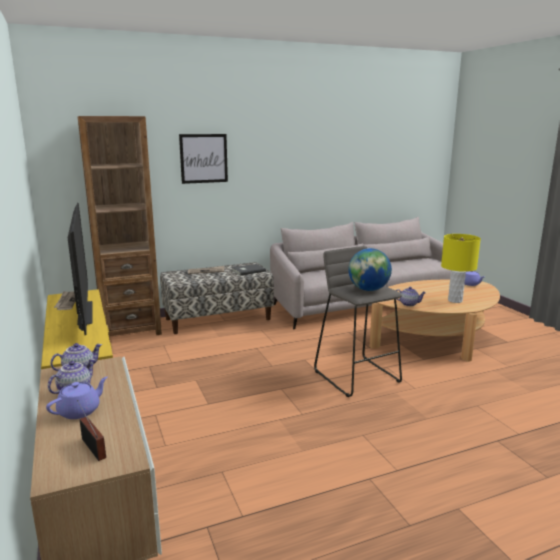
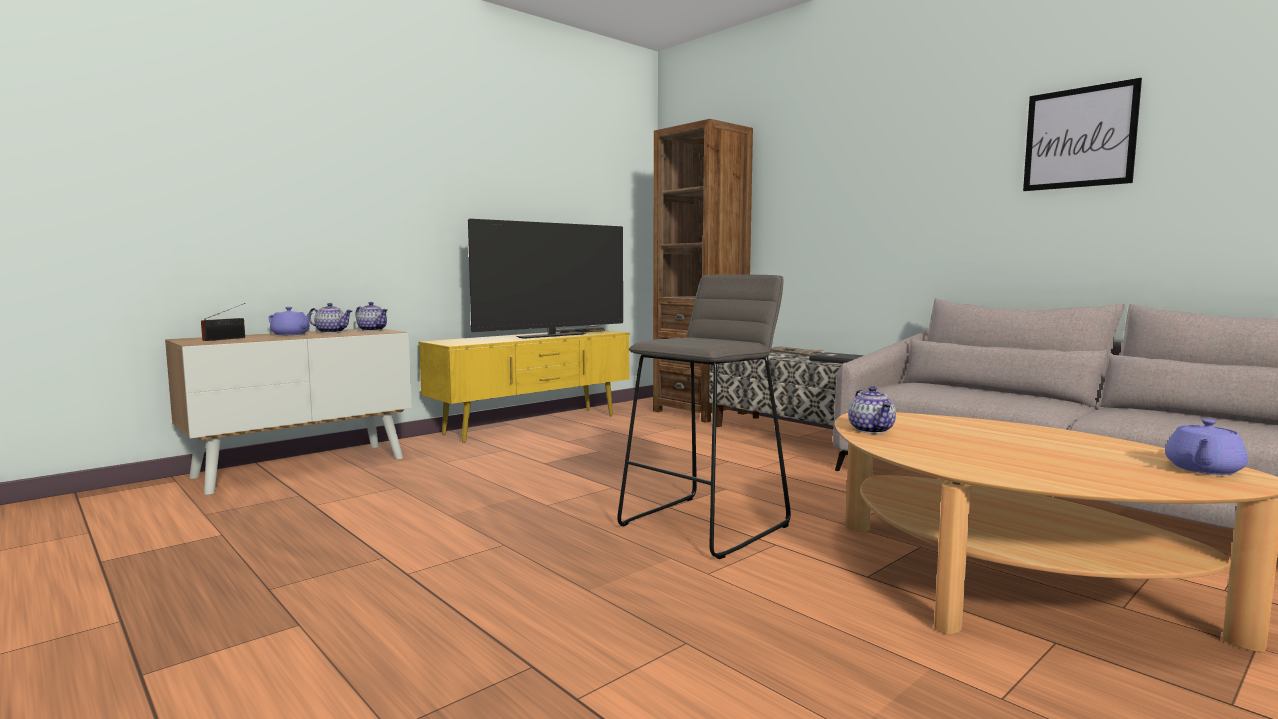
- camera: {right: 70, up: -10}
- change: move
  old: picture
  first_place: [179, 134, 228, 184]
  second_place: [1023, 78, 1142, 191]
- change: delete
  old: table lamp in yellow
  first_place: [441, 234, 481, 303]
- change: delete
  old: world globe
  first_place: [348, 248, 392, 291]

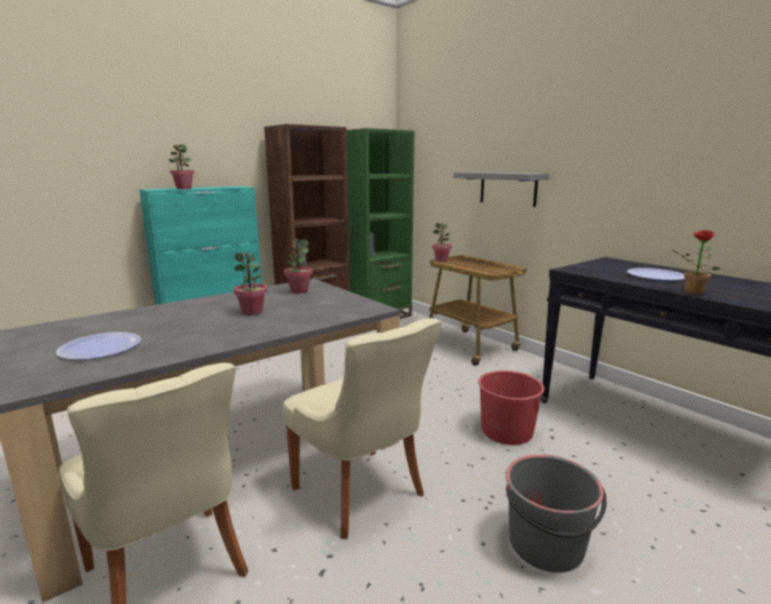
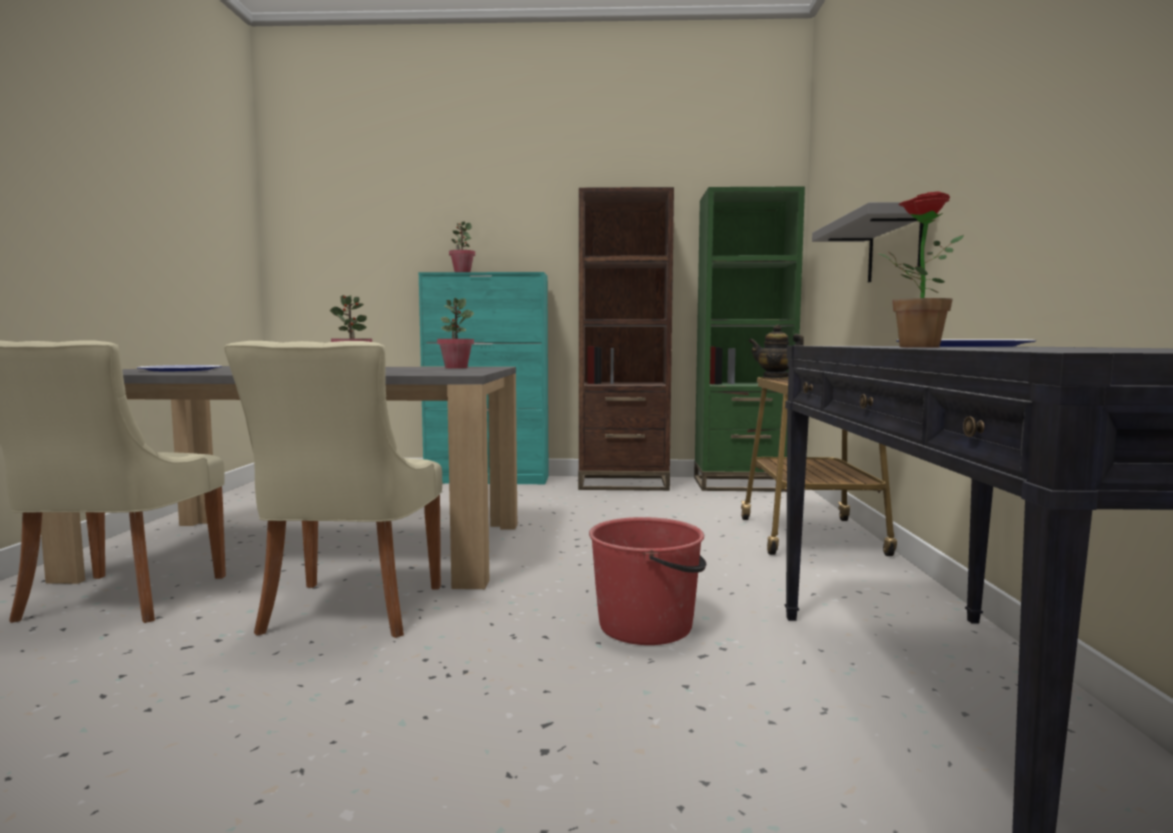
- camera: {right: 40, up: -10}
- change: replace
  old: houseplant
  new: tea pot
  first_place: [432, 223, 452, 262]
  second_place: [748, 325, 804, 378]
- change: delete
  old: bucket in greyish
  first_place: [506, 454, 607, 573]

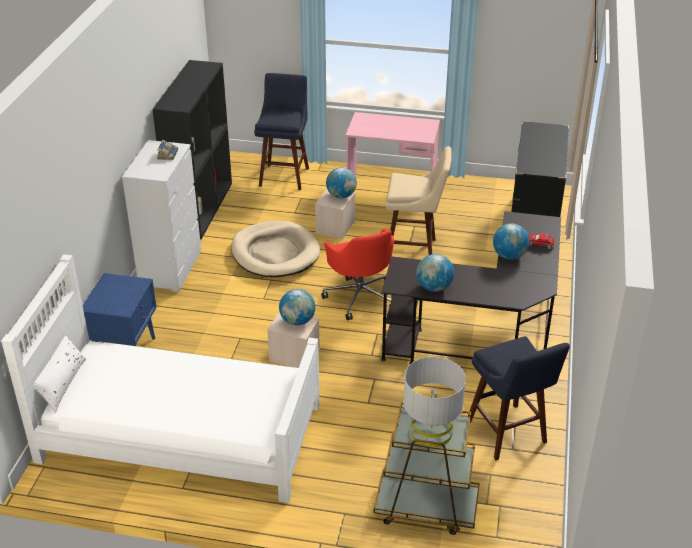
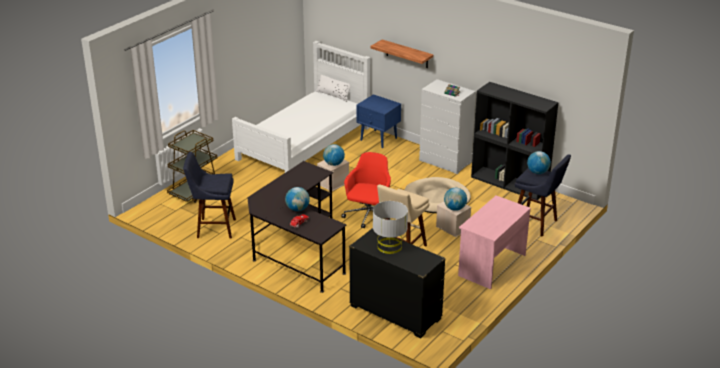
- camera: {right: 115, up: -5}
- change: rotate
  old: desk chair in red
  first_place: [321, 228, 394, 320]
  second_place: [341, 152, 391, 228]
  degrees: 105
- change: move
  old: world globe
  first_place: [417, 254, 454, 292]
  second_place: [527, 151, 551, 174]
- change: move
  old: table lamp in greyish
  first_place: [403, 357, 466, 447]
  second_place: [373, 201, 408, 254]
- change: insert
  new: wall shelf
  second_place: [371, 39, 433, 68]

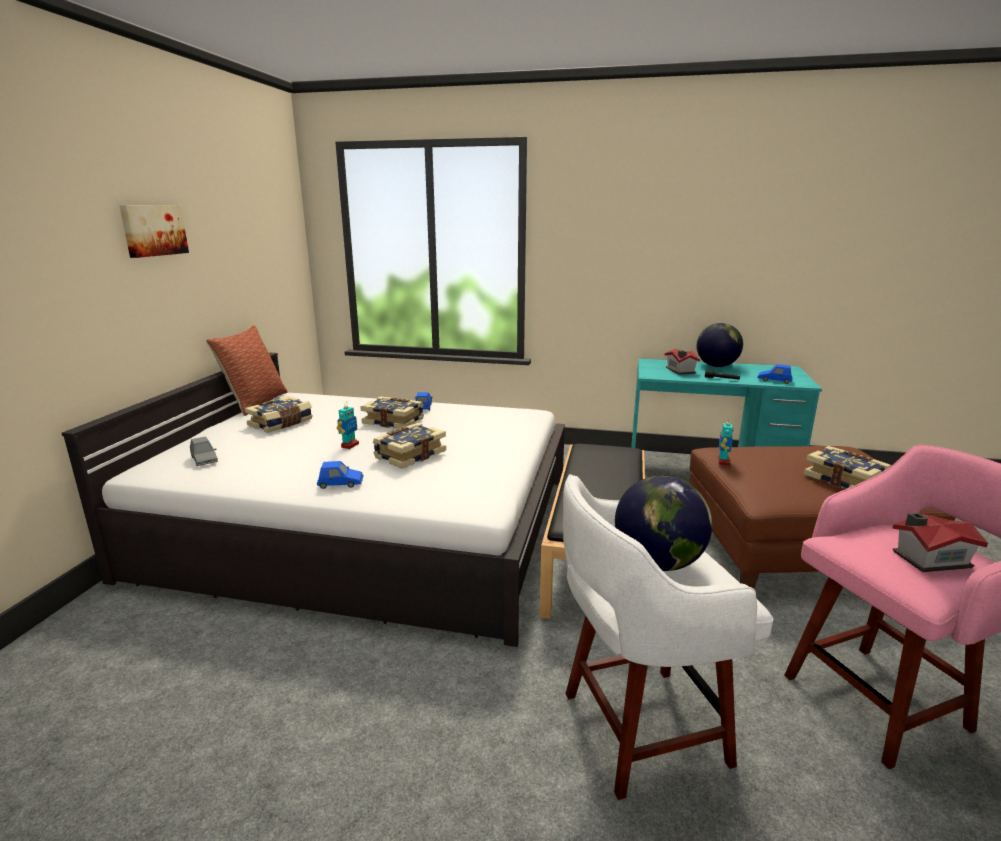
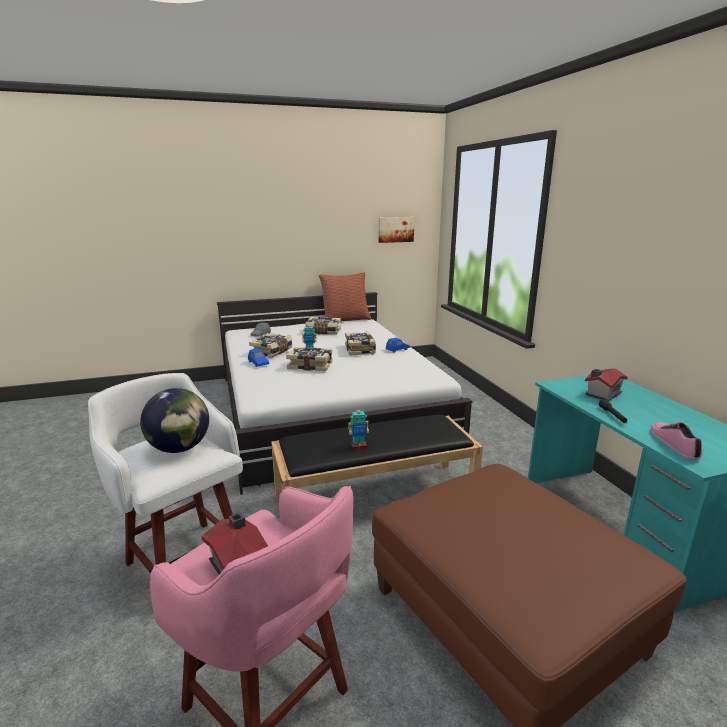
- camera: {right: 60, up: 0}
- change: move
  old: picture
  first_place: [119, 205, 189, 258]
  second_place: [378, 217, 415, 243]
- change: delete
  old: world globe
  first_place: [697, 323, 743, 367]
- change: replace
  old: miniature car in bluish
  new: shoe
  first_place: [757, 364, 793, 384]
  second_place: [651, 422, 702, 461]
- change: move
  old: toy robot
  first_place: [718, 419, 734, 466]
  second_place: [348, 407, 369, 449]
- change: move
  old: bound book
  first_place: [804, 446, 891, 489]
  second_place: [249, 333, 292, 358]

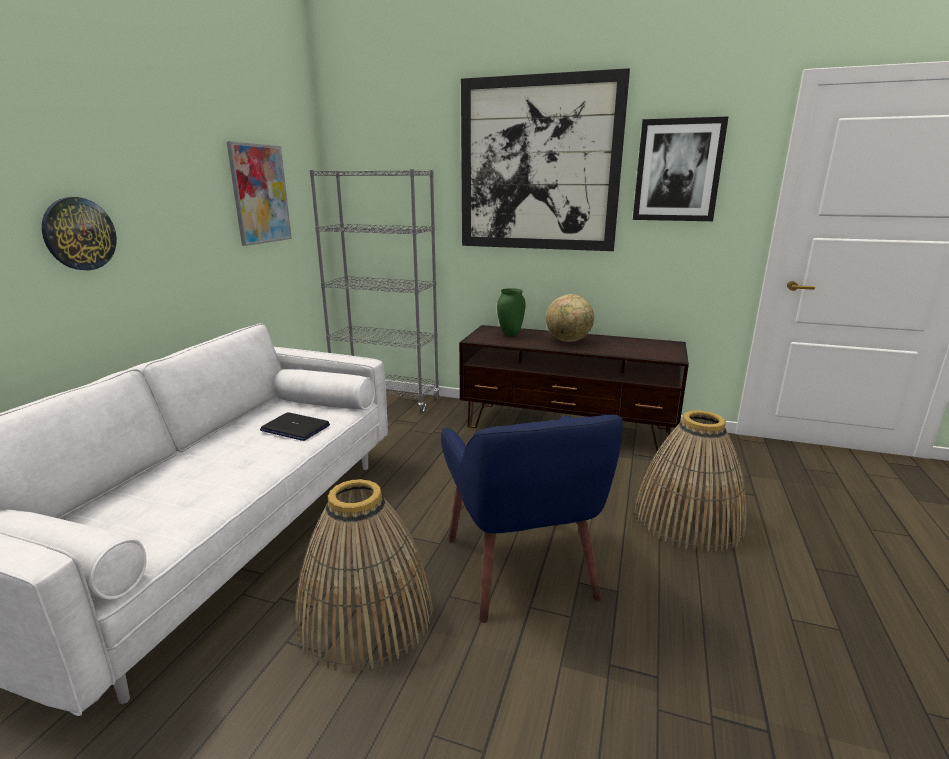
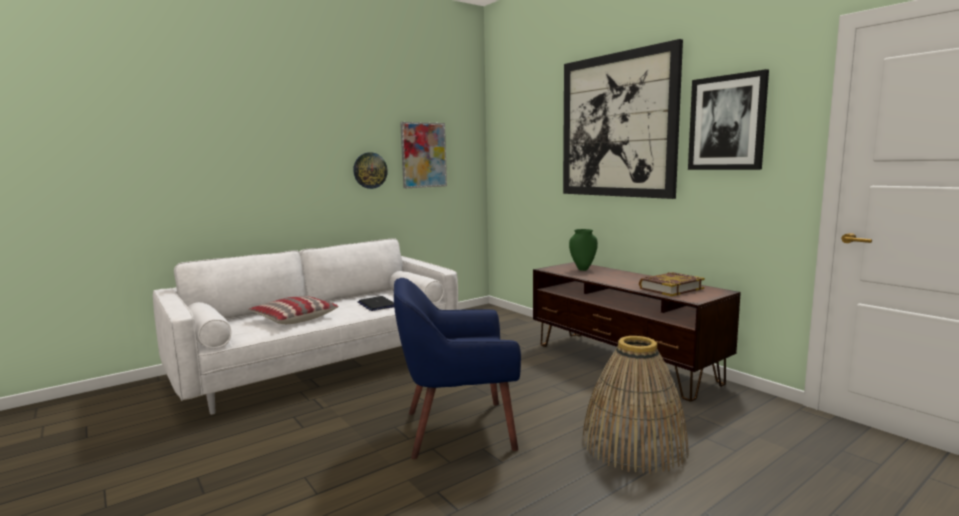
- camera: {right: 35, up: -10}
- change: delete
  old: bookshelf in greyish
  first_place: [310, 169, 440, 413]
- change: move
  old: hanging clock
  first_place: [42, 197, 117, 270]
  second_place: [353, 152, 388, 189]
- change: delete
  old: world globe
  first_place: [546, 294, 594, 342]
- change: rotate
  old: armchair in bluish
  first_place: [441, 415, 623, 623]
  second_place: [394, 278, 521, 459]
  degrees: 60
- change: delete
  old: basket
  first_place: [295, 479, 433, 672]
- change: insert
  new: bound book
  second_place: [639, 272, 705, 296]
- change: insert
  new: throw pillow
  second_place: [248, 296, 339, 324]

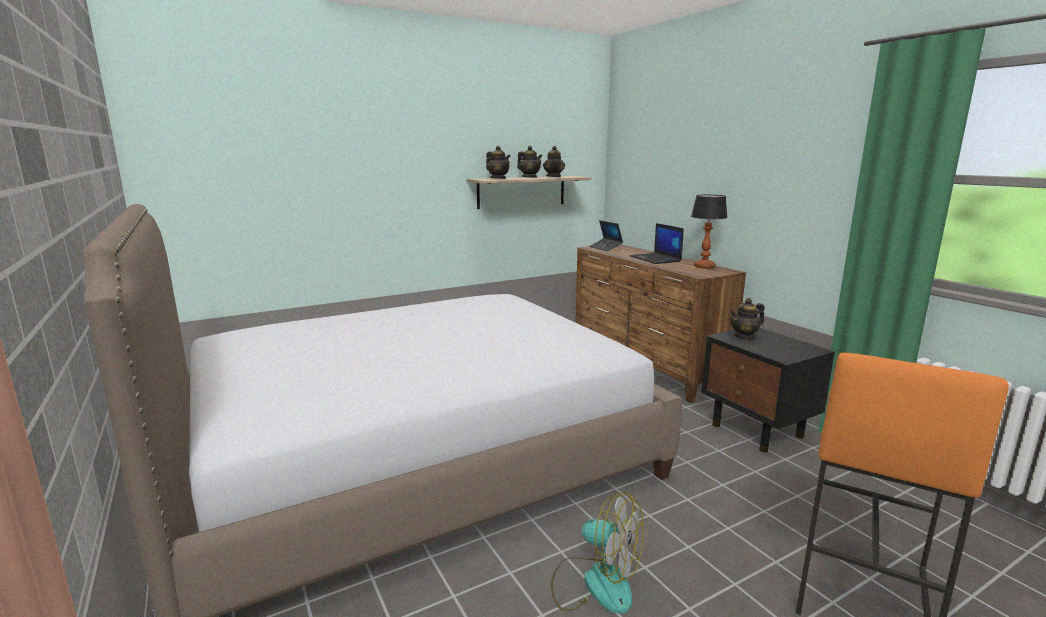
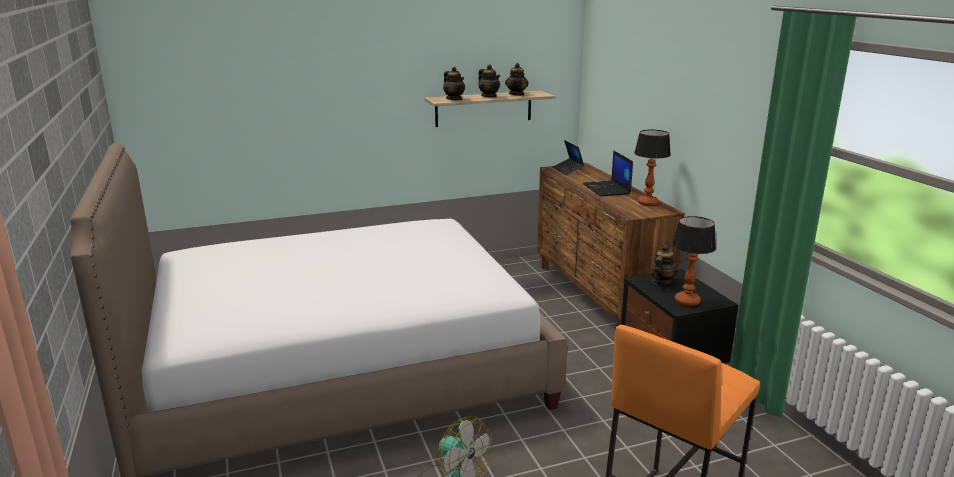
- camera: {right: 10, up: 5}
- change: rotate
  old: tea pot
  first_place: [729, 298, 765, 340]
  second_place: [648, 245, 678, 285]
  degrees: 135
- change: insert
  new: table lamp
  second_place: [672, 216, 716, 306]

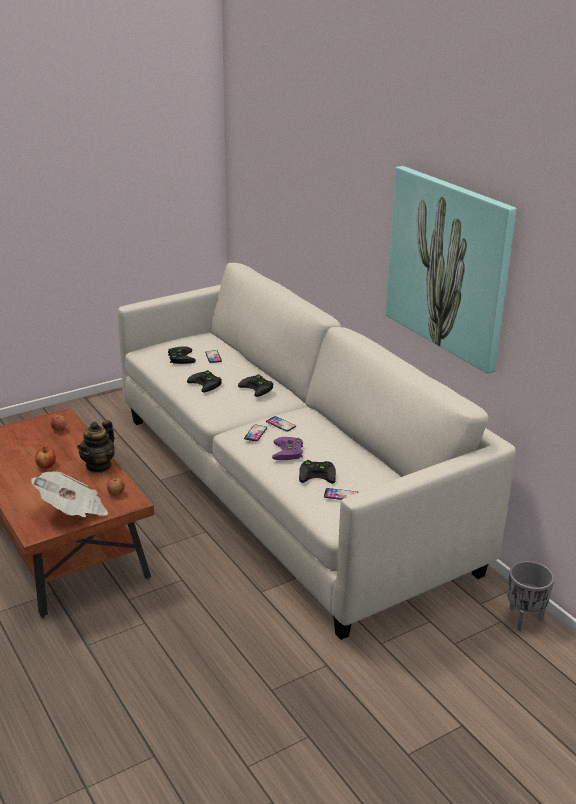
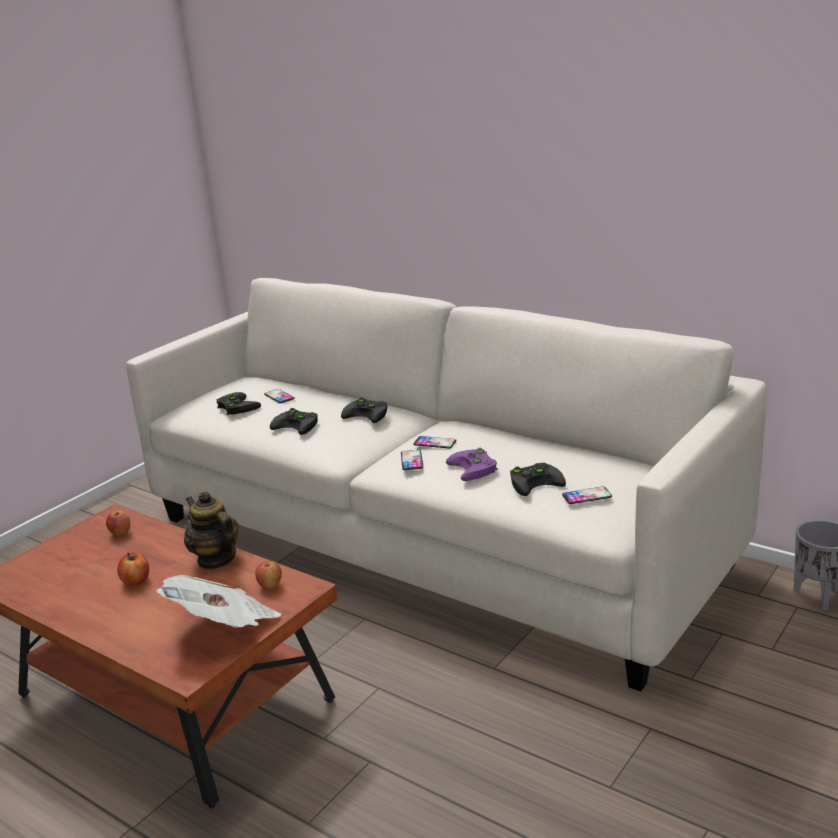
- camera: {right: -20, up: -5}
- change: delete
  old: picture
  first_place: [386, 166, 517, 374]
- change: rotate
  old: tea pot
  first_place: [77, 420, 115, 473]
  second_place: [184, 491, 239, 569]
  degrees: 135

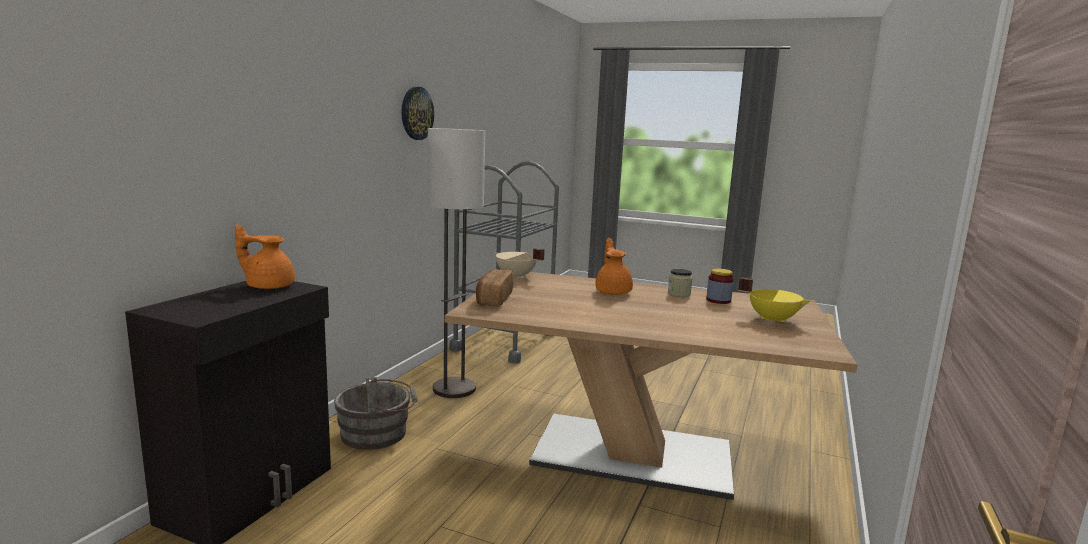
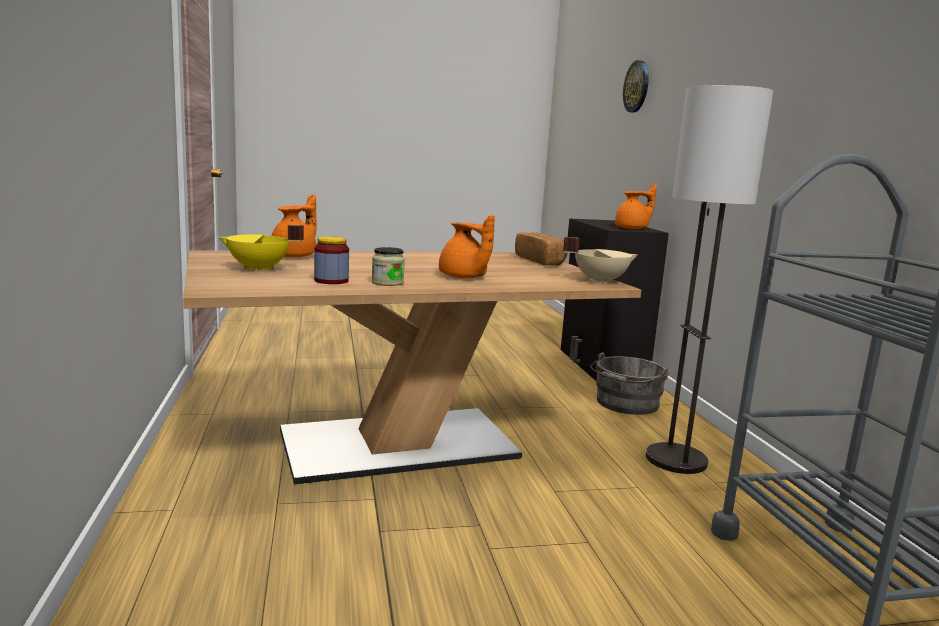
- camera: {right: 145, up: 0}
- change: move
  old: hanging clock
  first_place: [401, 87, 434, 140]
  second_place: [623, 60, 649, 113]
- change: insert
  new: tea pot in orangey
  second_place: [271, 194, 317, 257]

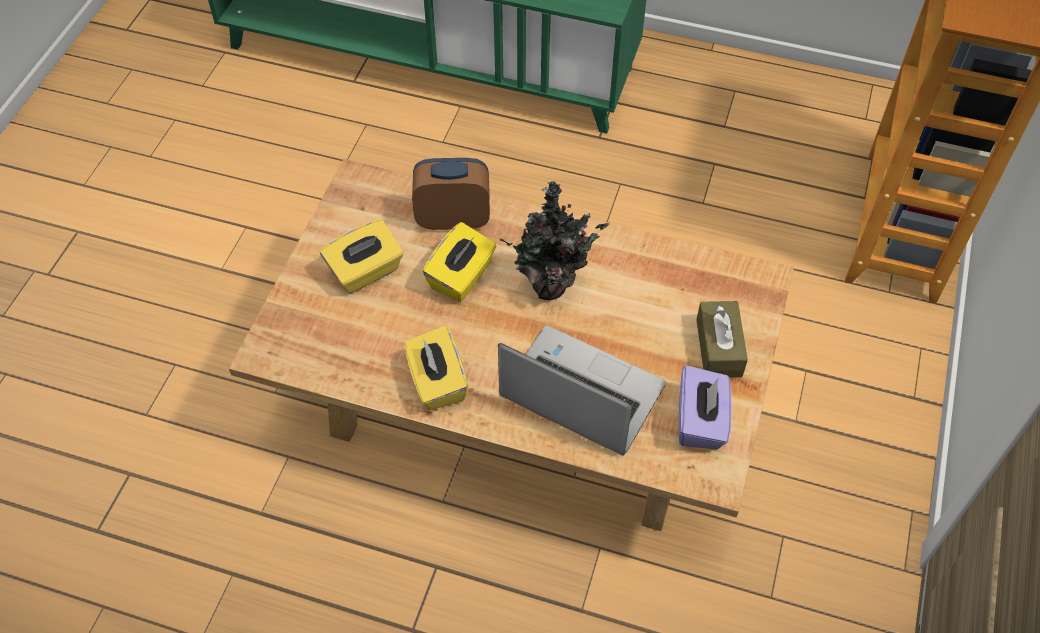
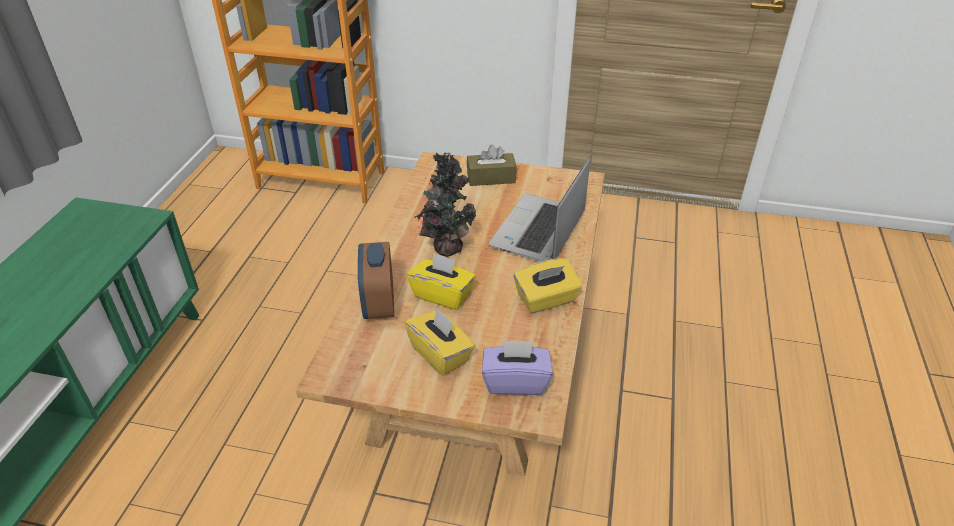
- camera: {right: -95, up: -15}
- change: move
  old: box of tissues in purple-coloured
  first_place: [678, 365, 732, 449]
  second_place: [482, 339, 553, 395]

